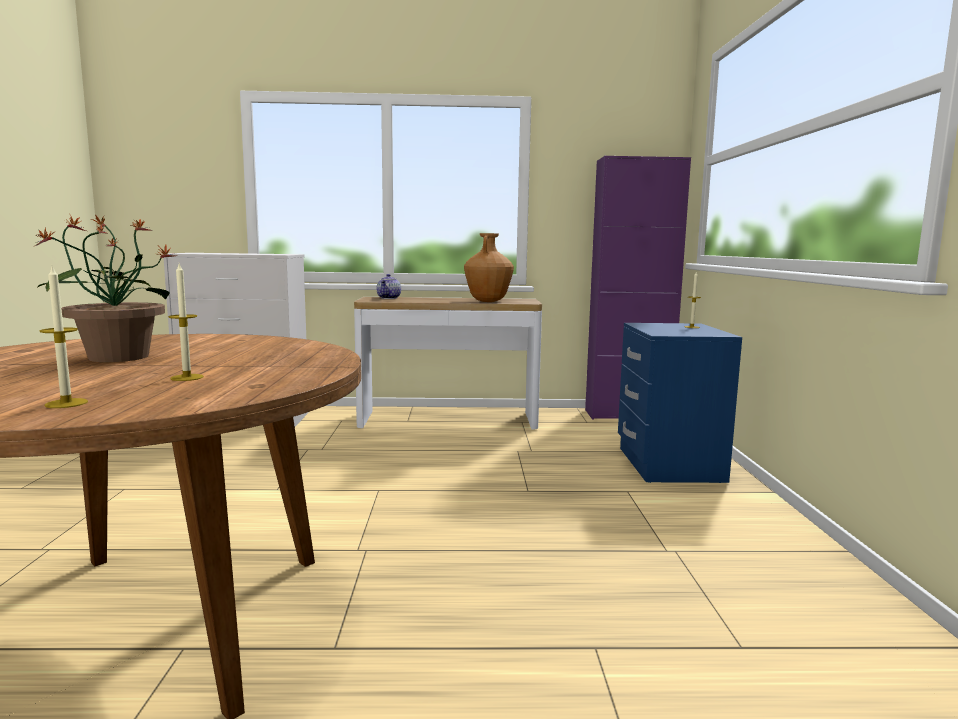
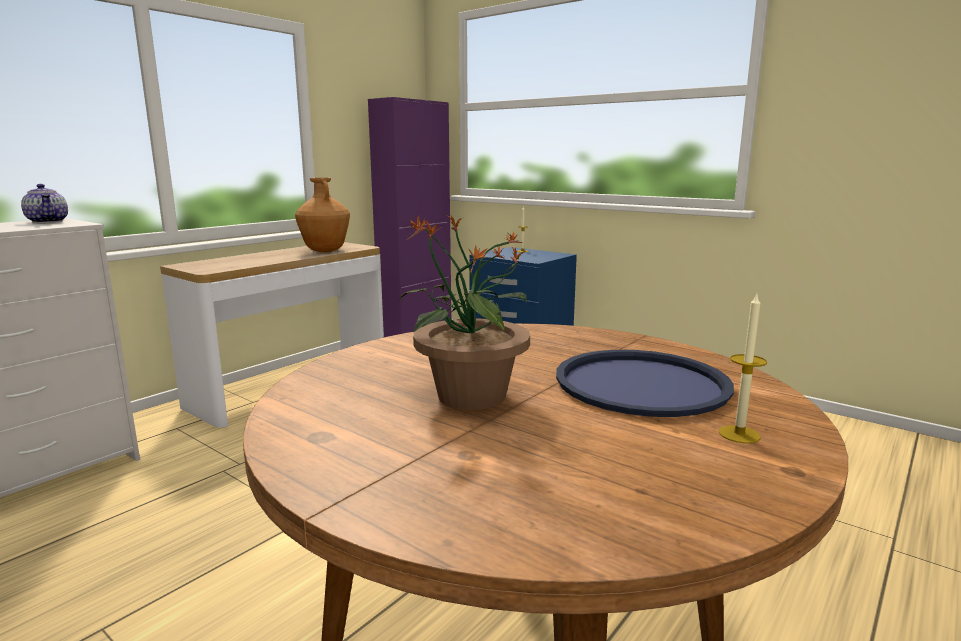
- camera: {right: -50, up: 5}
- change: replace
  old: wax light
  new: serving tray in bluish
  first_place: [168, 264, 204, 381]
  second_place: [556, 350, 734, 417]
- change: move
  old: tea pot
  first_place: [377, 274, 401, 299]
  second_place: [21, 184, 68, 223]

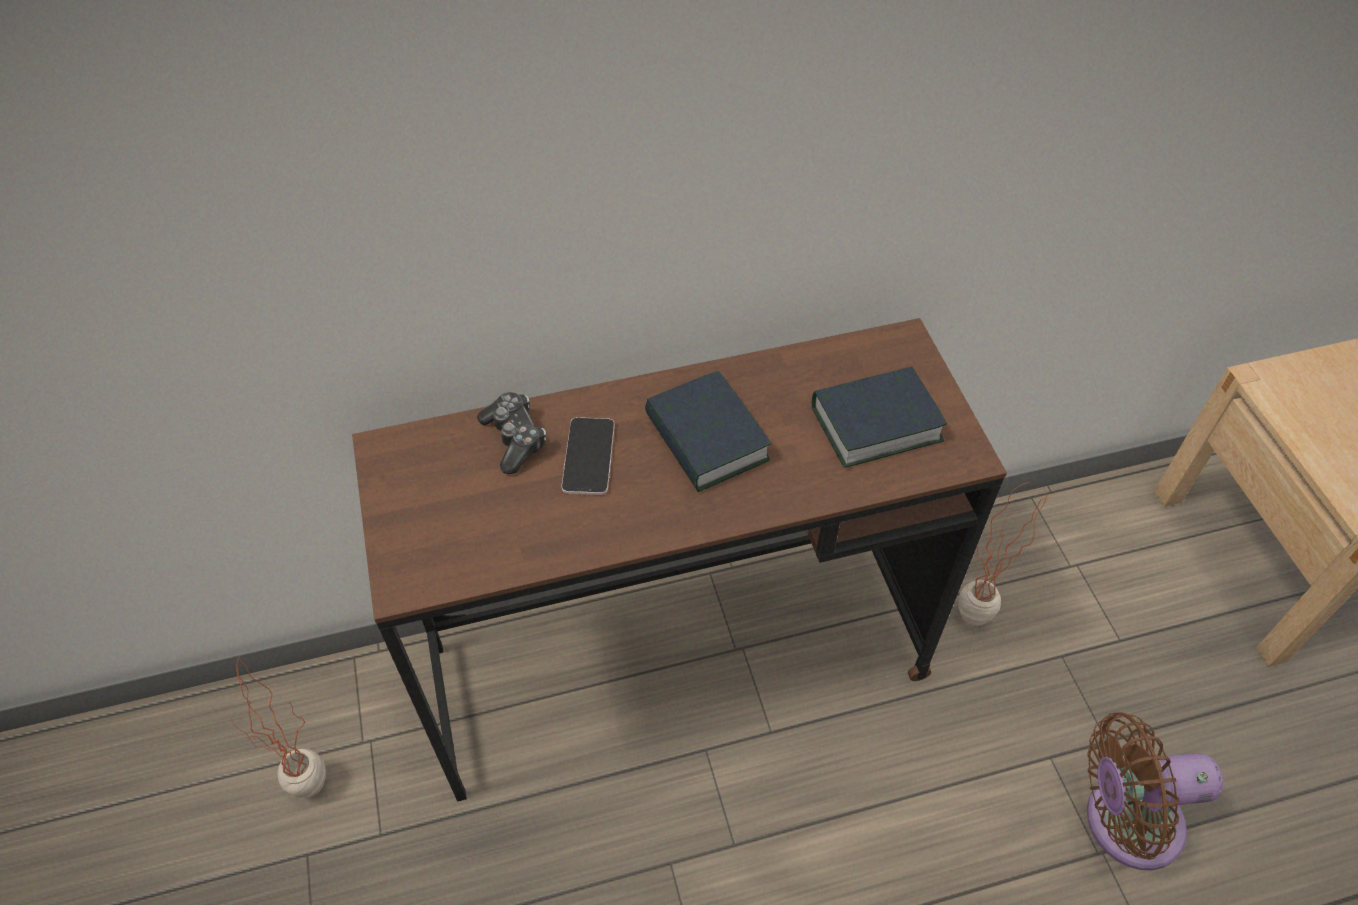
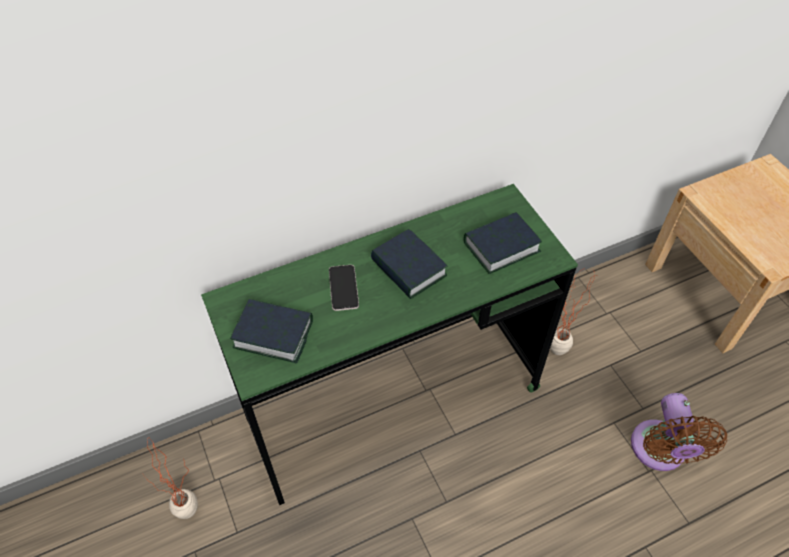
- camera: {right: -10, up: 0}
- change: recolor
  old: desk unit in brown-coloured
  new: desk unit in green
  first_place: [352, 318, 1007, 801]
  second_place: [201, 184, 578, 505]
- change: delete
  old: gamepad
  first_place: [477, 392, 546, 474]
- change: rotate
  old: fan in brown-coloured
  first_place: [1087, 712, 1223, 870]
  second_place: [631, 393, 727, 471]
  degrees: -75
- change: insert
  new: bound book
  second_place: [230, 299, 313, 363]

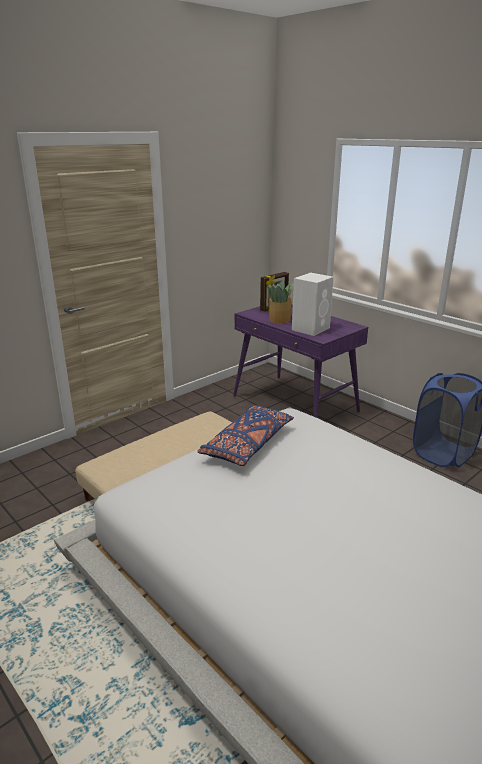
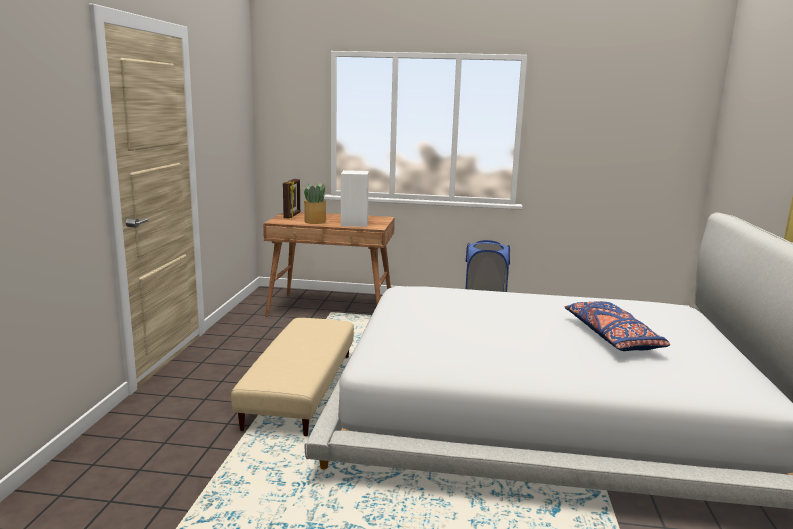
- camera: {right: -40, up: -10}
- change: recolor
  old: desk unit in purple-coloured
  new: desk unit in brown-coloured
  first_place: [233, 304, 368, 418]
  second_place: [263, 212, 395, 317]
- change: move
  old: throw pillow in bluish
  first_place: [197, 405, 294, 466]
  second_place: [565, 301, 670, 351]

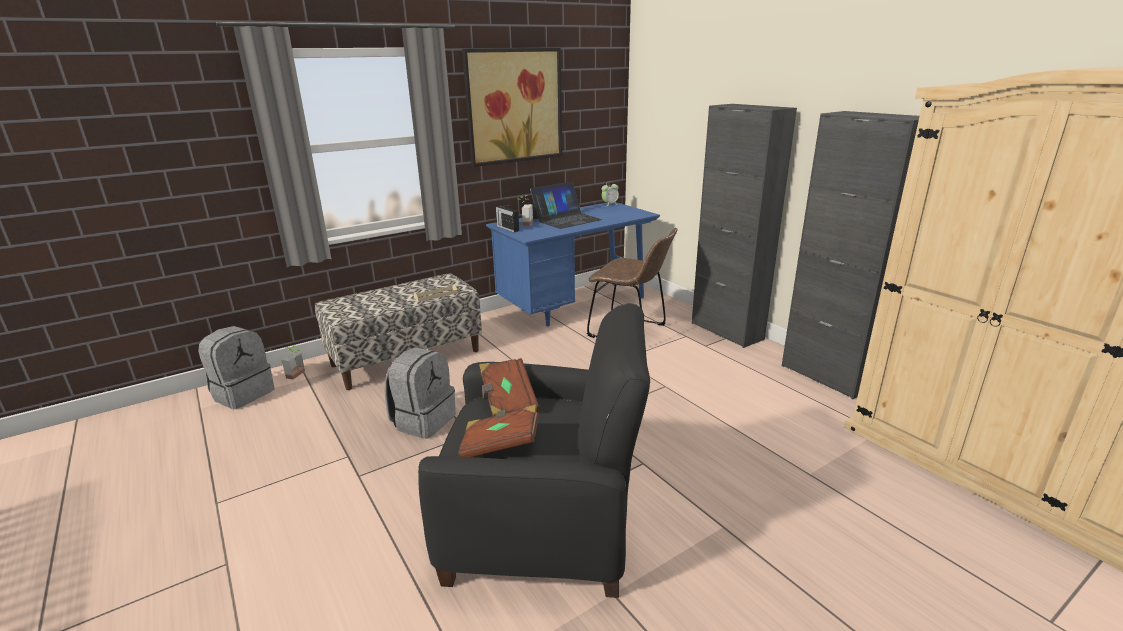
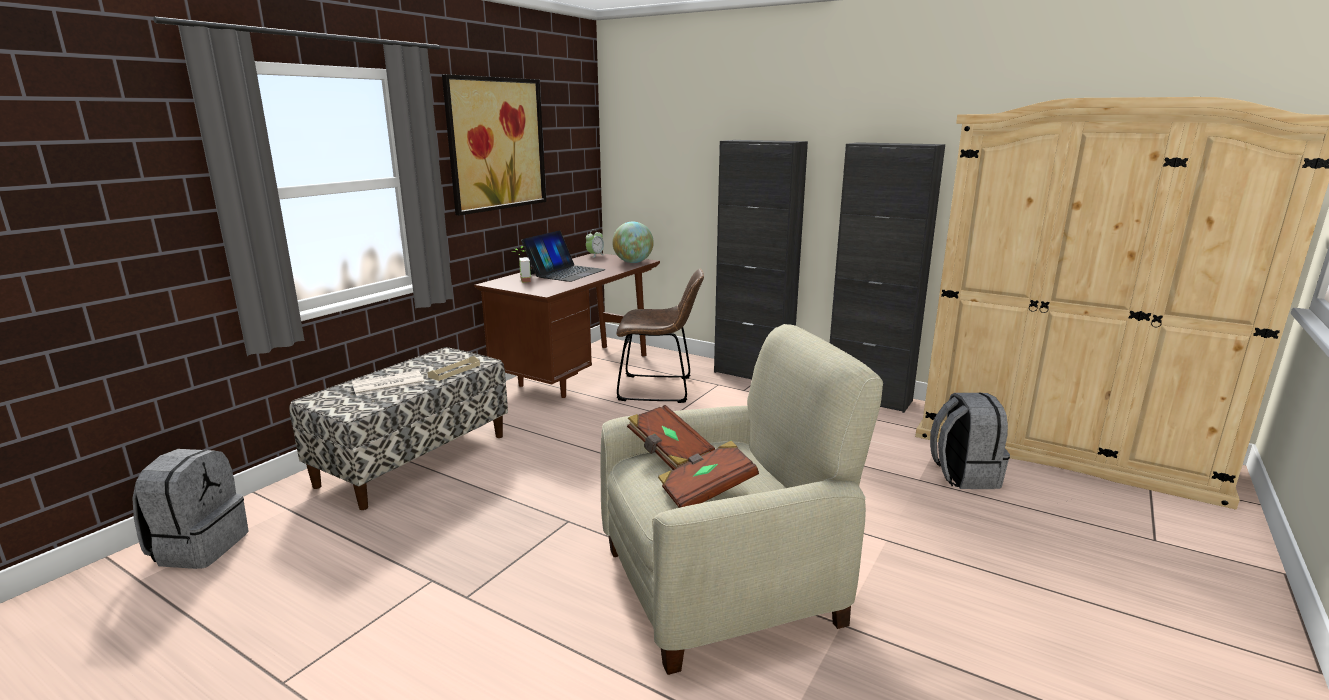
- camera: {right: -25, up: -5}
- change: recolor
  old: desk unit in bluish
  new: desk unit in brown-coloured
  first_place: [486, 202, 660, 326]
  second_place: [474, 253, 660, 398]
- change: delete
  old: radio receiver
  first_place: [496, 205, 519, 232]
- change: recolor
  old: armchair in black-coloured
  new: armchair in beige-coloured
  first_place: [418, 303, 650, 598]
  second_place: [600, 324, 883, 675]
- change: delete
  old: houseplant
  first_place: [282, 346, 305, 379]
- change: move
  old: knapsack in greyish
  first_place: [385, 347, 456, 439]
  second_place: [930, 392, 1010, 489]
- change: insert
  new: world globe
  second_place: [612, 222, 654, 263]
- change: insert
  new: daily paper
  second_place: [352, 370, 425, 396]

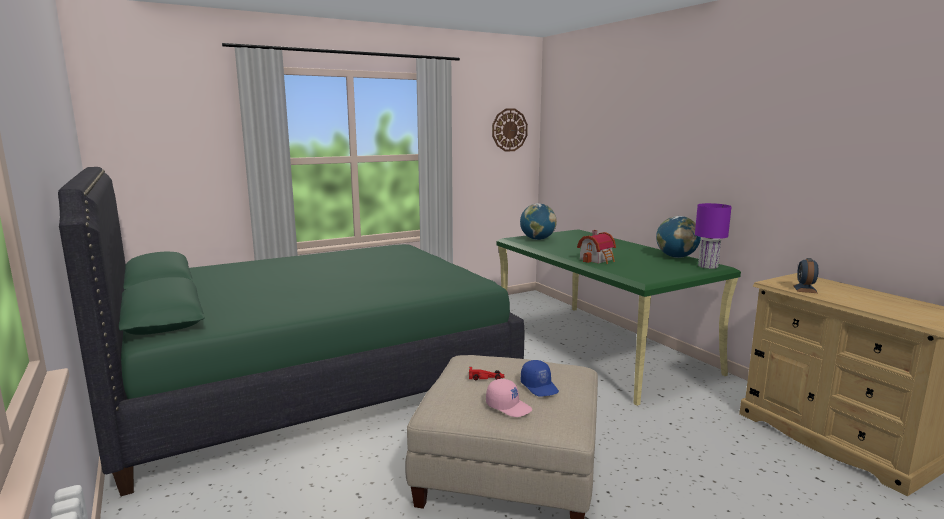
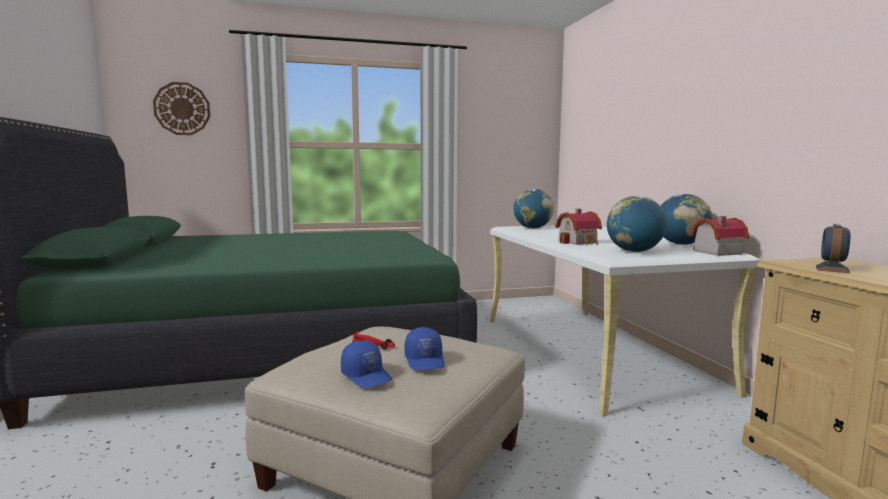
- camera: {right: 15, up: -5}
- change: move
  old: hanging clock
  first_place: [492, 109, 528, 152]
  second_place: [153, 82, 210, 135]
- change: replace
  old: table lamp in purple-coloured
  new: miniature house
  first_place: [695, 203, 732, 269]
  second_place: [690, 216, 749, 256]
- change: recolor
  old: desk unit in green
  new: desk unit in white-coloured
  first_place: [497, 229, 741, 406]
  second_place: [490, 225, 761, 416]
- change: recolor
  old: baseball cap in pinkish
  new: baseball cap in bluish
  first_place: [486, 379, 532, 417]
  second_place: [341, 340, 392, 388]
- change: insert
  new: world globe
  second_place: [607, 196, 667, 252]

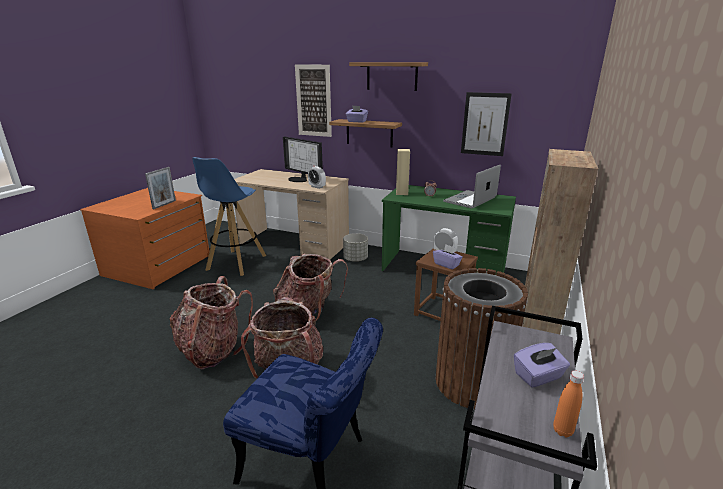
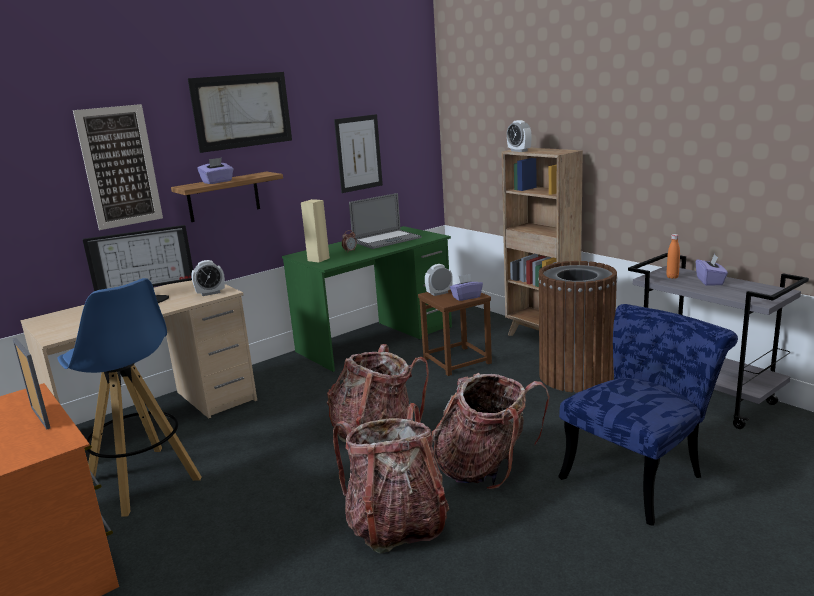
- camera: {right: -60, up: -5}
- change: replace
  old: wall shelf
  new: picture
  first_place: [349, 62, 428, 91]
  second_place: [188, 72, 292, 153]
- change: rotate
  old: laptop
  first_place: [443, 165, 501, 209]
  second_place: [349, 193, 422, 249]
  degrees: -105
- change: delete
  old: flower pot in greyish
  first_place: [343, 233, 368, 262]
- change: move
  old: drink bottle in orangey
  first_place: [553, 371, 584, 437]
  second_place: [666, 234, 680, 279]
- change: insert
  new: alarm clock
  second_place: [507, 120, 532, 152]

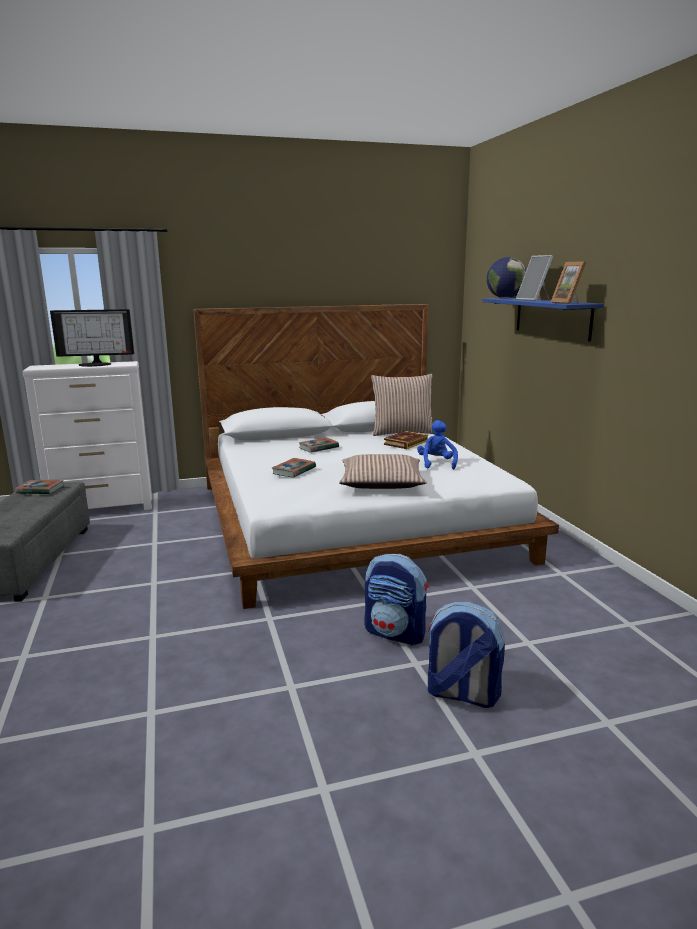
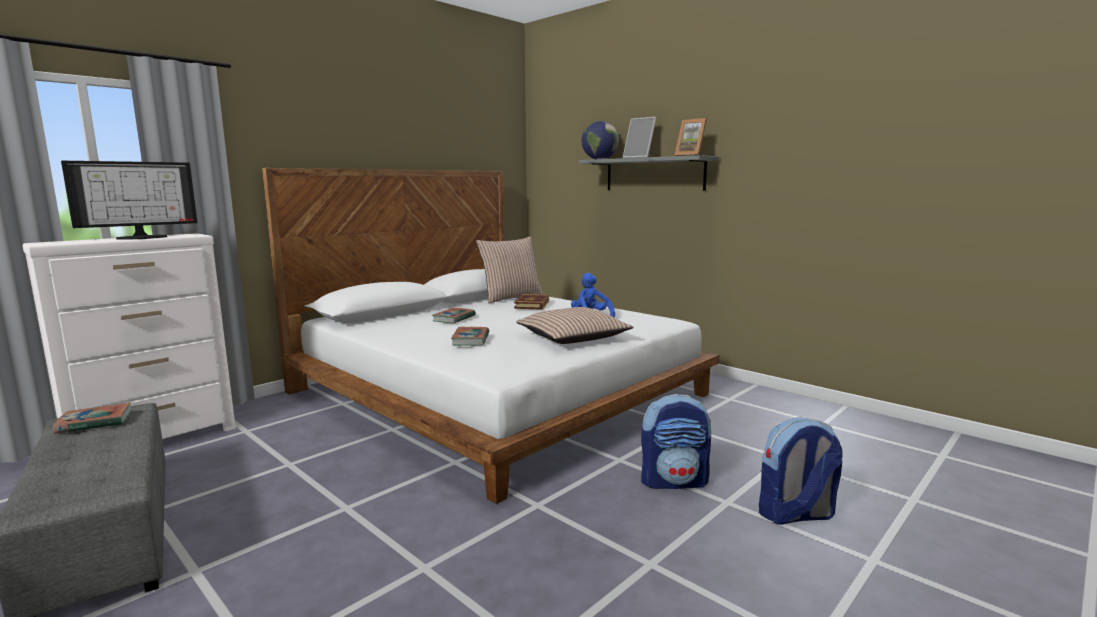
- camera: {right: -30, up: -5}
- change: recolor
  old: wall shelf in bluish
  new: wall shelf in greyish
  first_place: [482, 298, 604, 341]
  second_place: [579, 155, 719, 191]

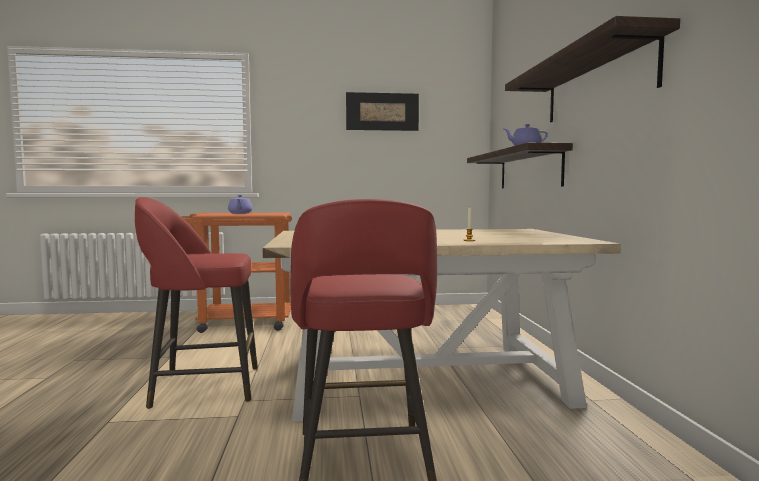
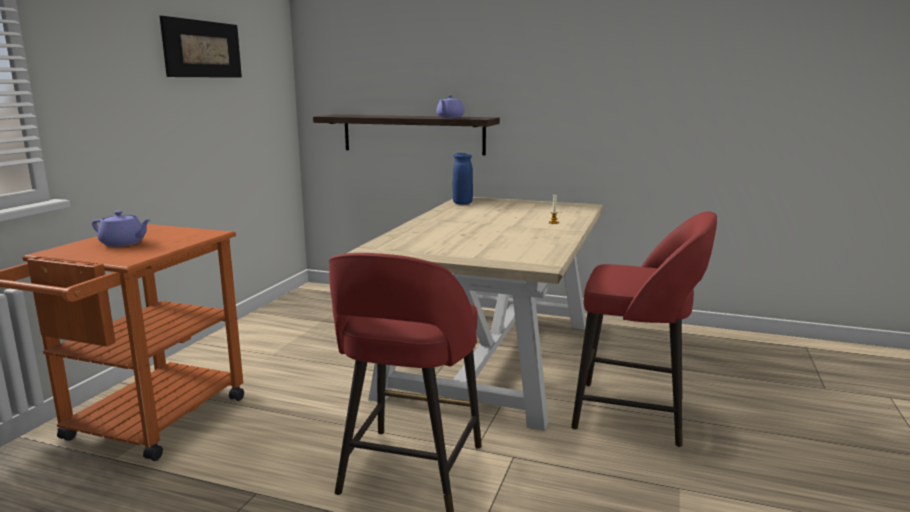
- camera: {right: -65, up: 10}
- change: delete
  old: wall shelf
  first_place: [505, 16, 680, 122]
- change: insert
  new: decorative vase in bluish
  second_place: [452, 153, 473, 205]

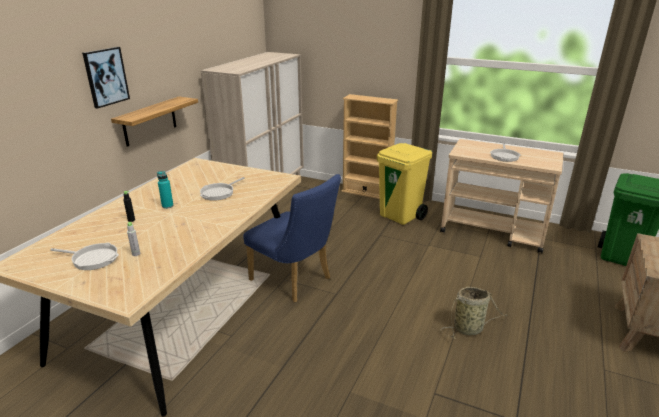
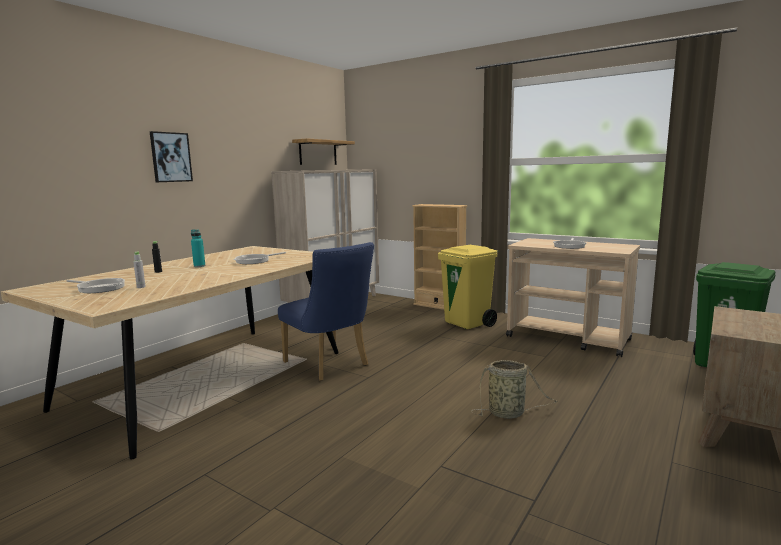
- camera: {right: 10, up: -15}
- change: move
  old: wall shelf
  first_place: [111, 97, 198, 147]
  second_place: [292, 138, 355, 165]

